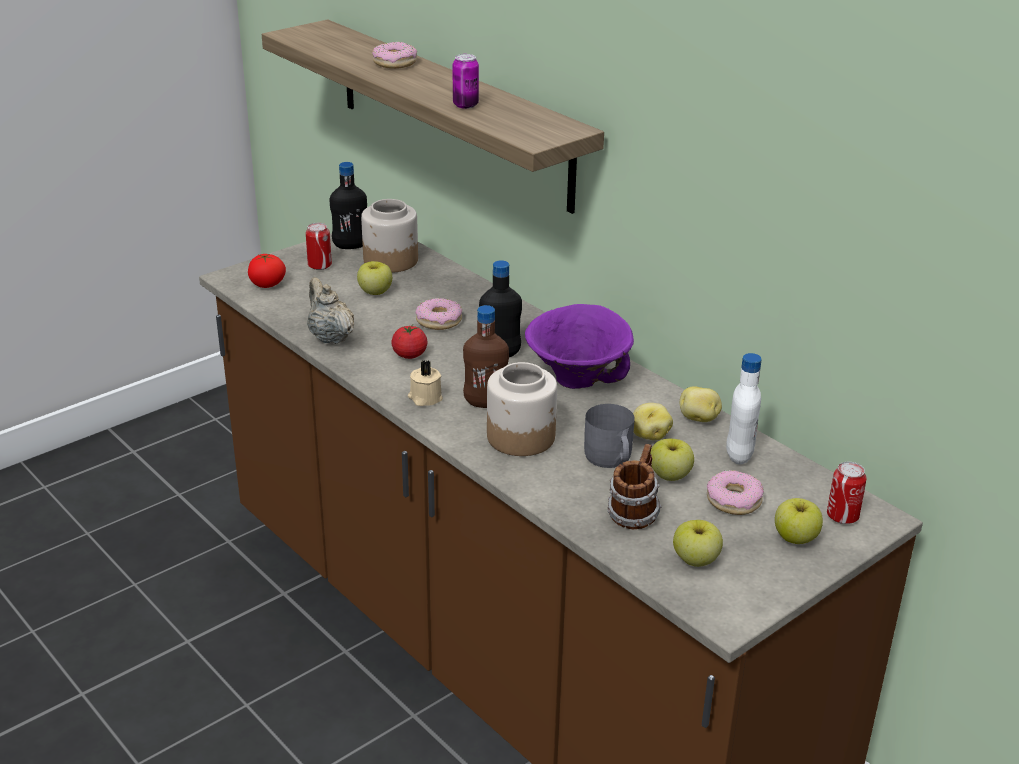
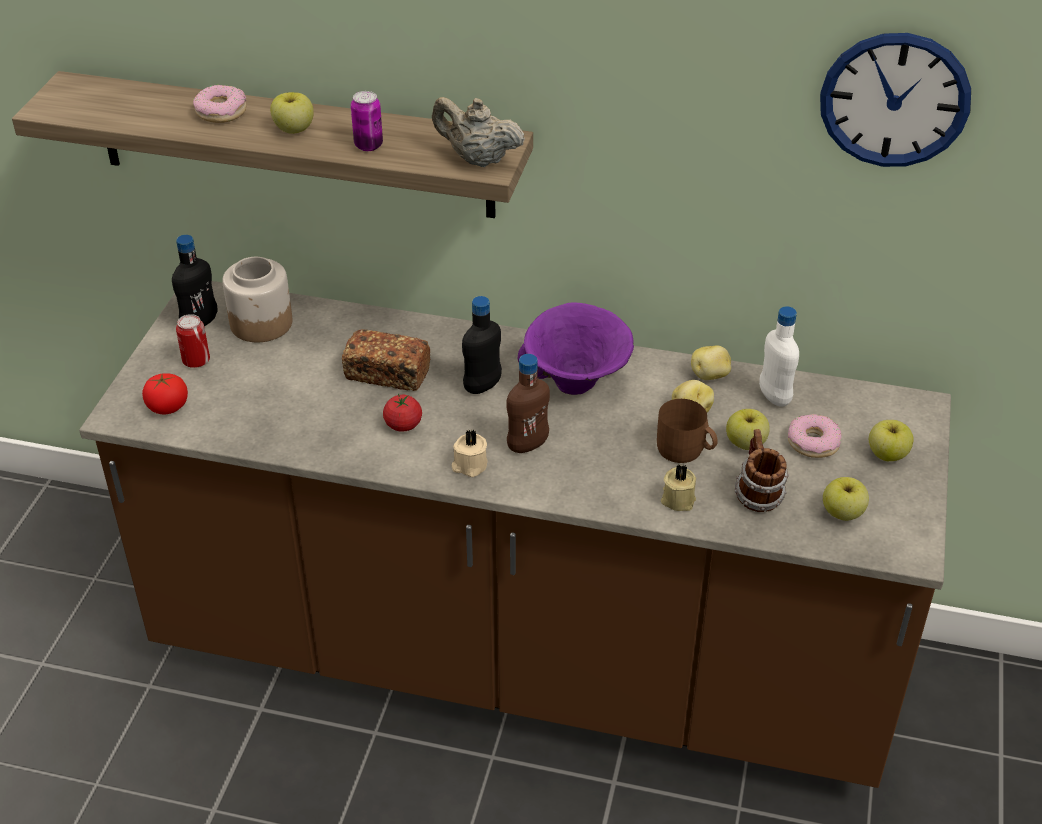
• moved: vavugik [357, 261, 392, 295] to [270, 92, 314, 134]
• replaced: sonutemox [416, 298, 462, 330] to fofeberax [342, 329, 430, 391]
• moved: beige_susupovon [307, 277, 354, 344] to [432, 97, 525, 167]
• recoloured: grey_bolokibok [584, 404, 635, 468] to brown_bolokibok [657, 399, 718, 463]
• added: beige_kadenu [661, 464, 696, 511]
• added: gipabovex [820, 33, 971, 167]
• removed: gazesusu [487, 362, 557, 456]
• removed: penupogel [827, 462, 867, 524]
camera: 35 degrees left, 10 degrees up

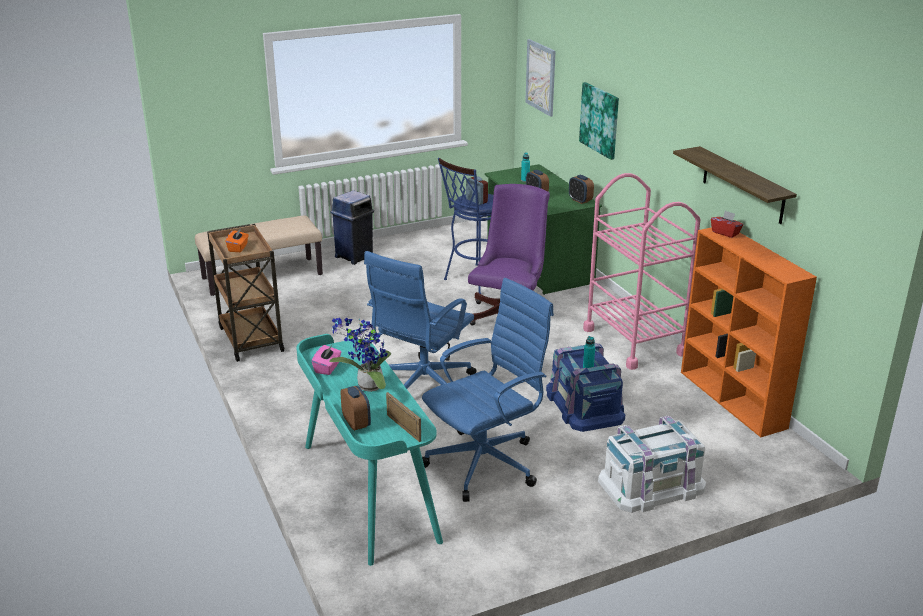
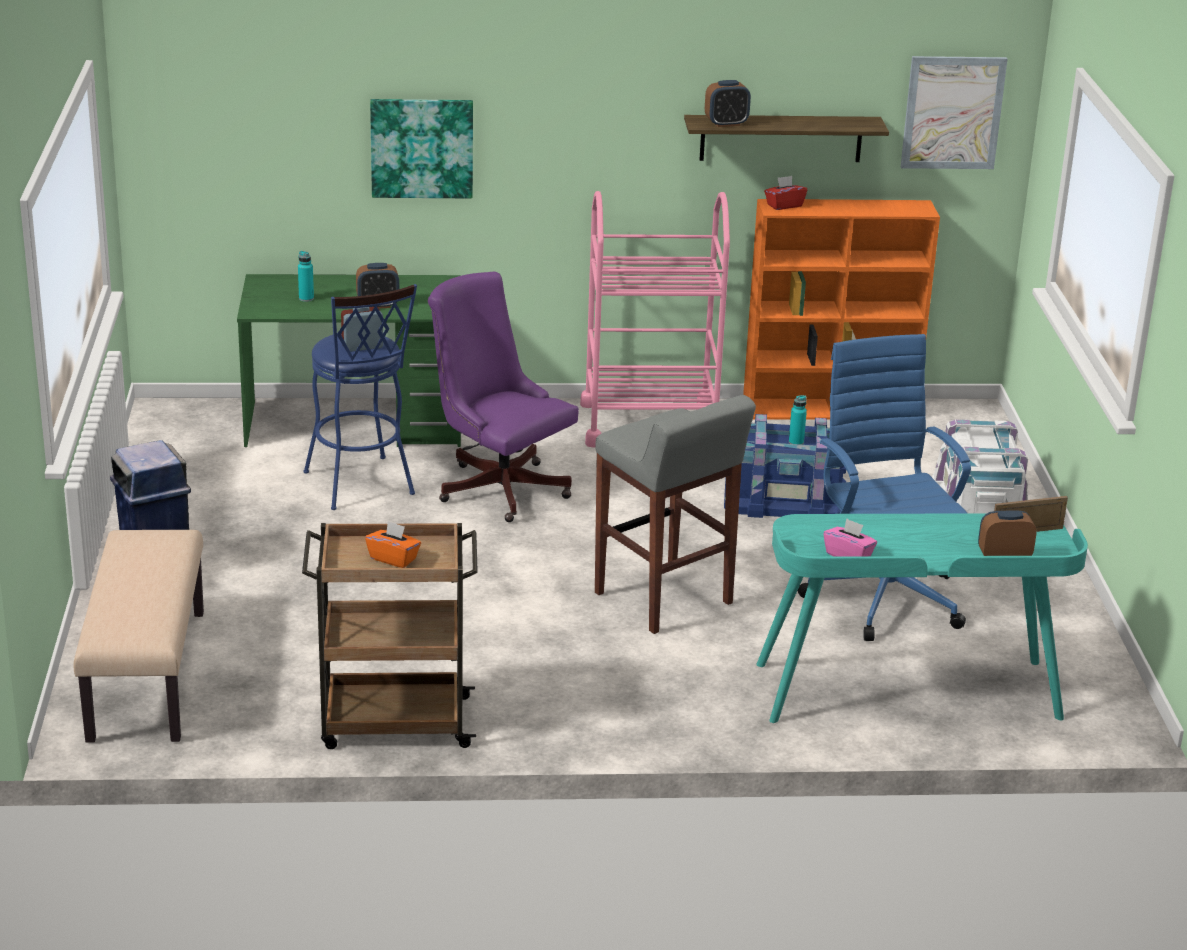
• replaced: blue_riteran [364, 251, 476, 389] to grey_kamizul [595, 395, 756, 634]
• moved: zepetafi [569, 175, 594, 204] to [705, 80, 751, 127]
• moved: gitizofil [525, 39, 555, 117] to [901, 56, 1008, 169]
• removed: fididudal [329, 318, 391, 392]
camera: 70 degrees left, 0 degrees up

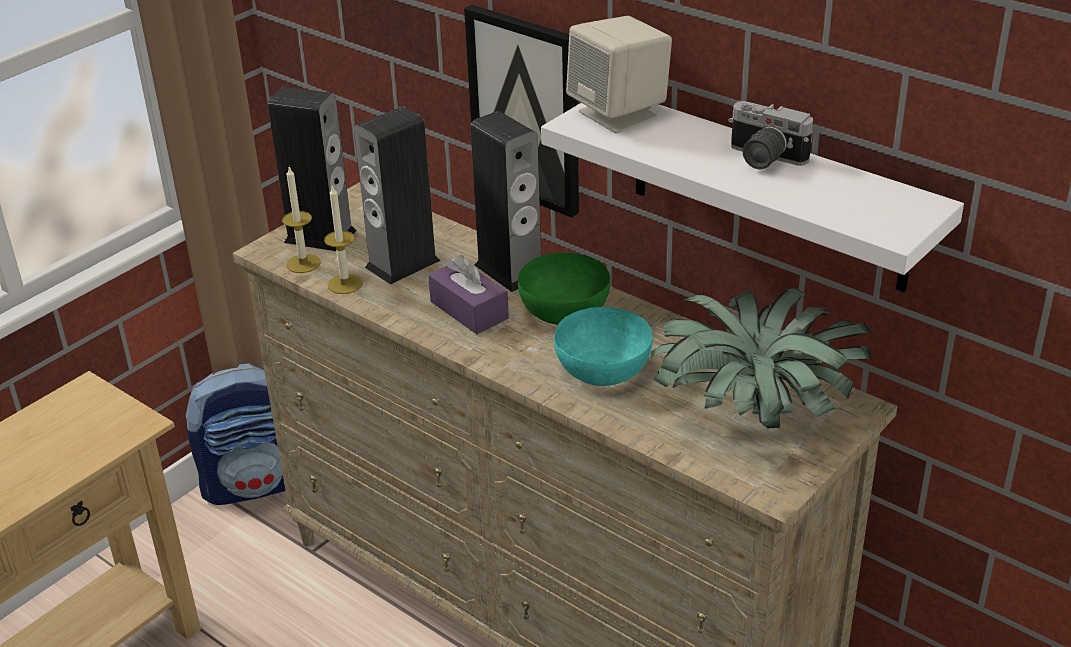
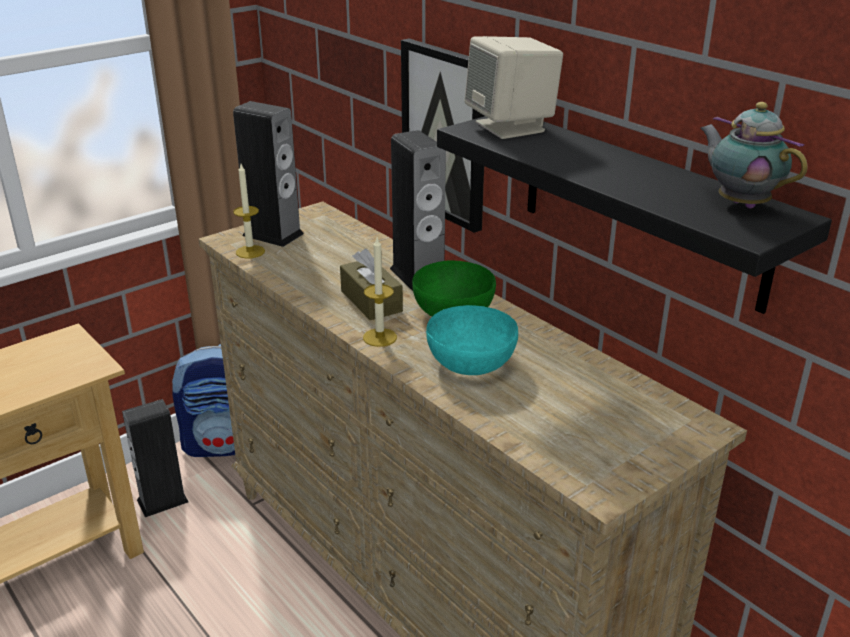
• moved: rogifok [354, 106, 441, 285] to [122, 399, 189, 517]
• recoloured: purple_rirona [428, 255, 509, 334] to brown_rirona [340, 249, 403, 320]
• moved: kadenu [324, 184, 363, 294] to [363, 238, 397, 347]
• recoloured: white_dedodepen [541, 103, 964, 293] to black_dedodepen [437, 116, 832, 314]
• added: susupovon [700, 102, 808, 208]
• removed: fididudal [651, 288, 873, 428]
• removed: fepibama [728, 101, 813, 170]
camera: 10 degrees right, 5 degrees down

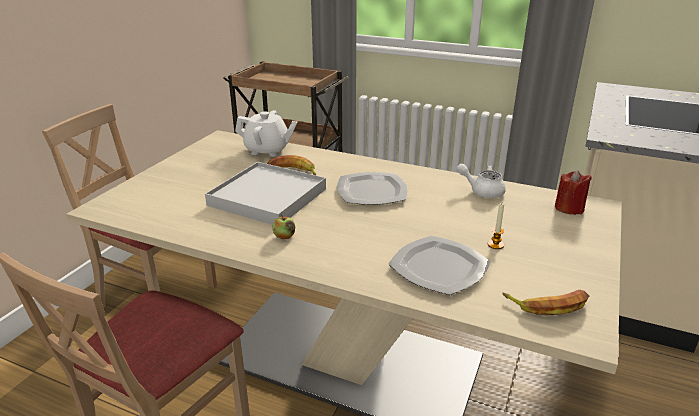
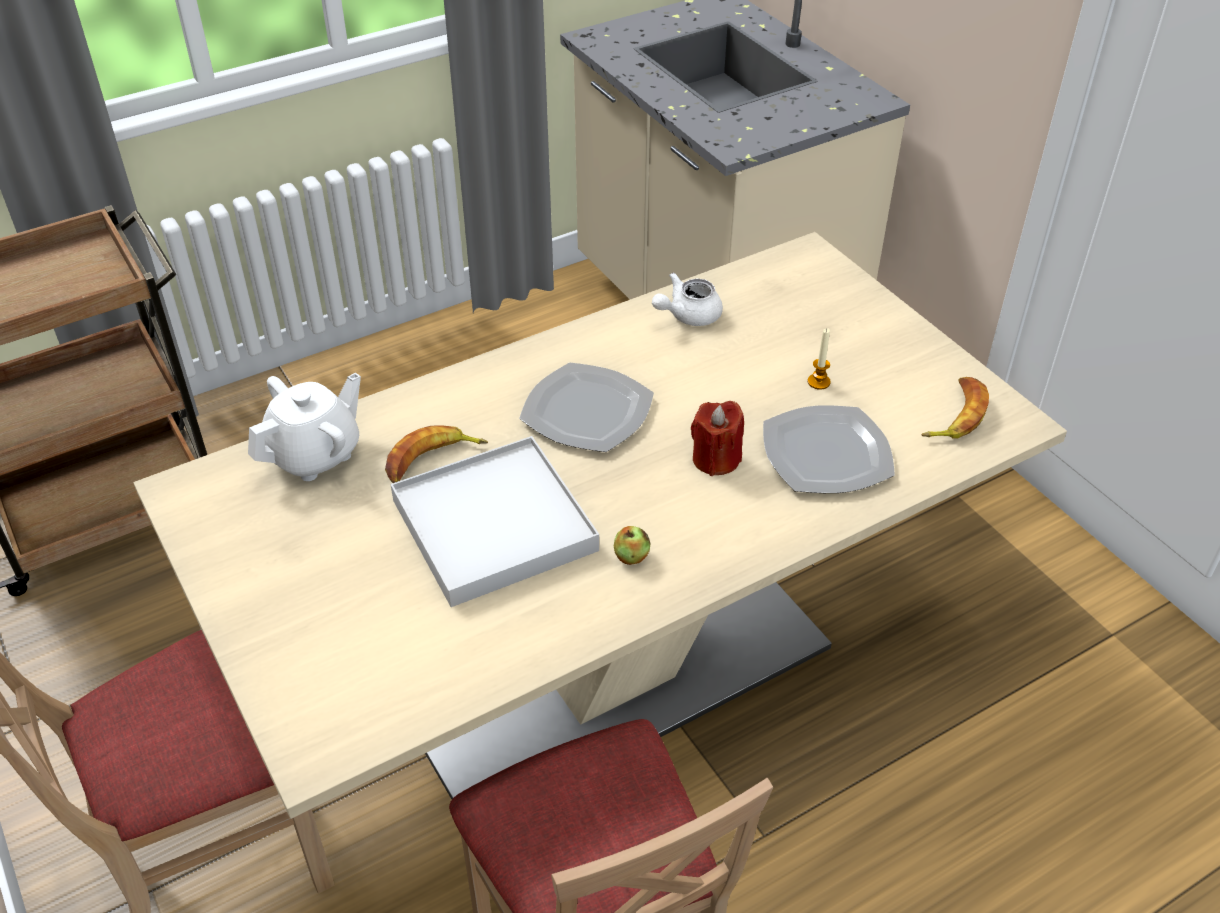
• moved: red_kadenu [555, 170, 592, 215] to [691, 401, 744, 476]
camera: 55 degrees left, 15 degrees up

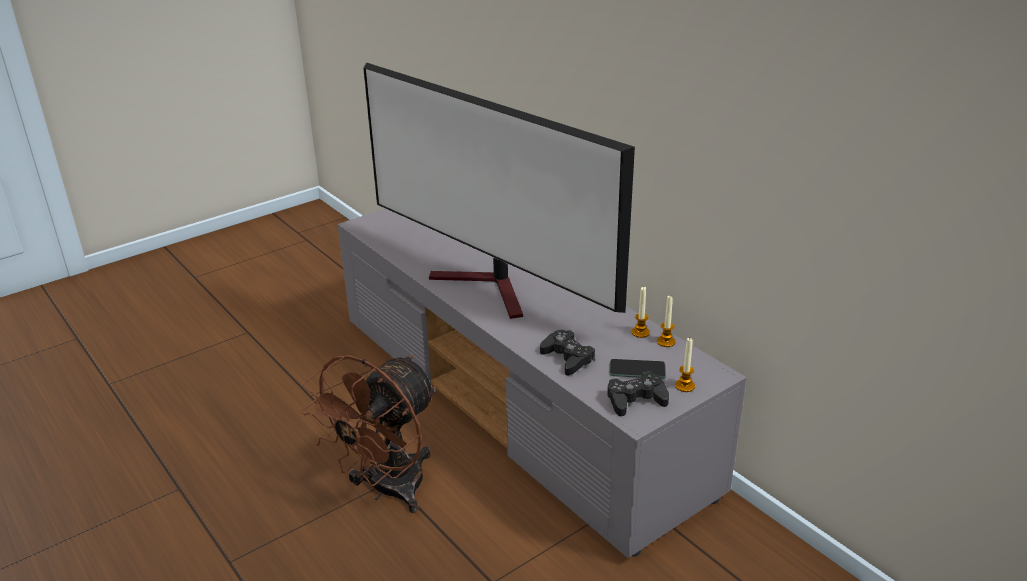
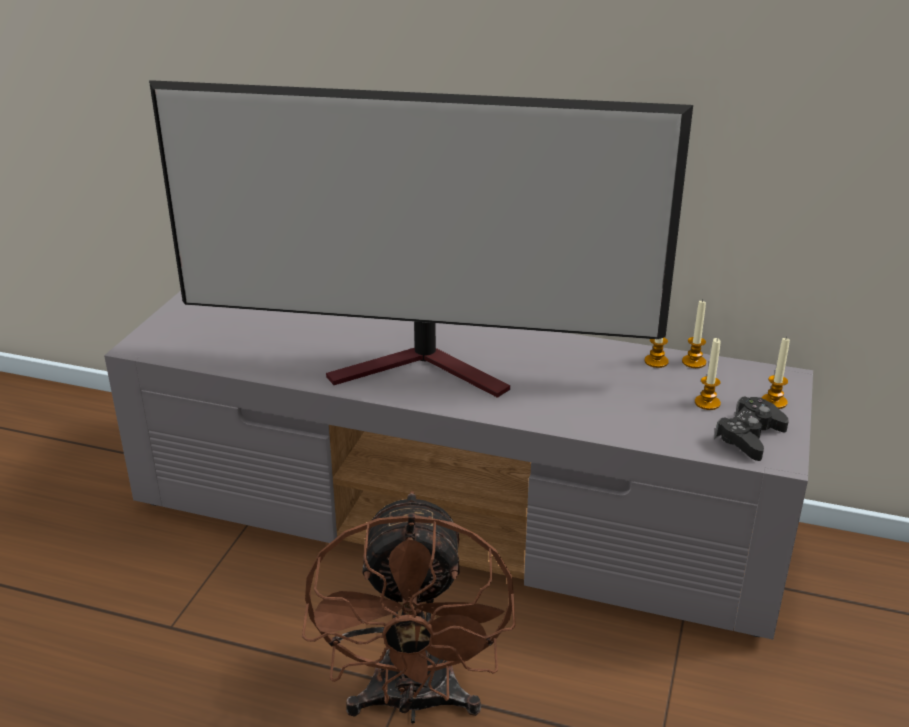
• replaced: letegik [610, 359, 666, 379] to kadenu [695, 338, 721, 410]
• removed: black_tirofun [540, 330, 595, 376]
camera: 35 degrees left, 0 degrees up

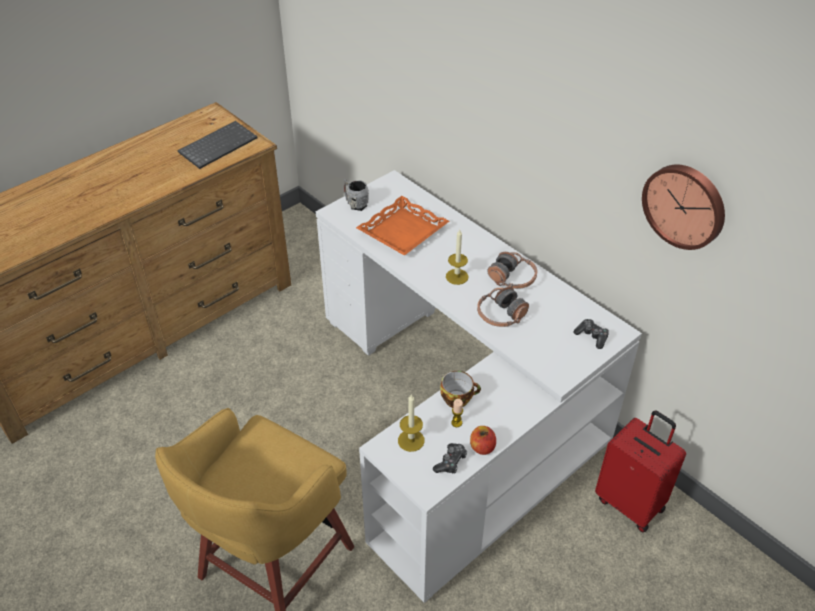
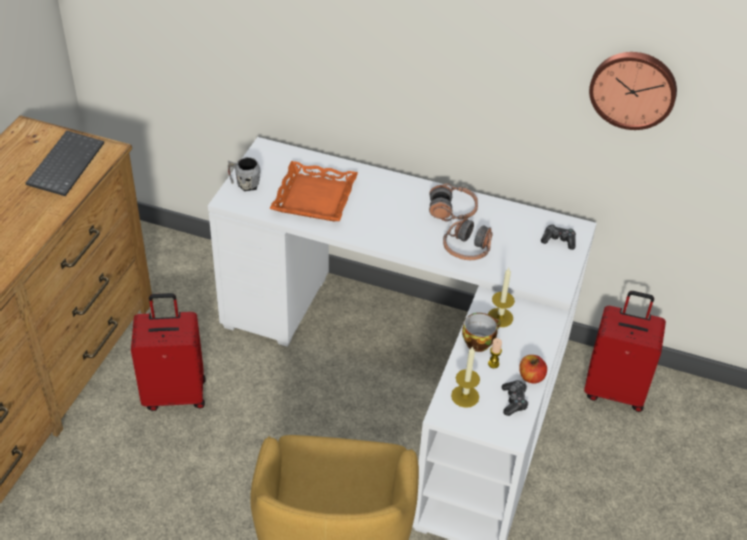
• added: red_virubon [131, 293, 206, 411]
• moved: kadenu [446, 230, 469, 285] to [488, 268, 515, 327]
camera: 30 degrees left, 0 degrees up

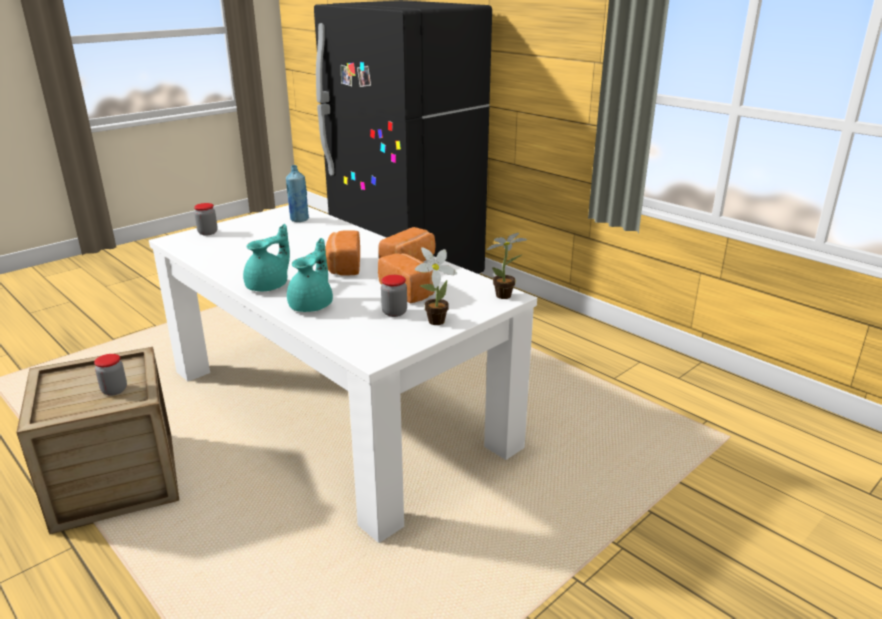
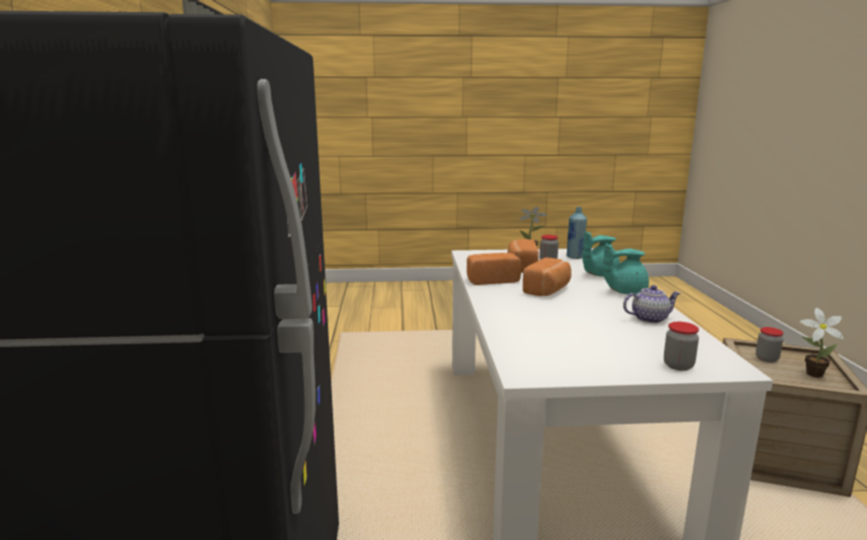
• moved: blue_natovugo [286, 165, 309, 222] to [566, 207, 587, 259]
• added: susupovon [623, 285, 681, 323]
• moved: fididudal [487, 233, 528, 299] to [799, 308, 844, 378]
camera: 140 degrees left, 10 degrees down

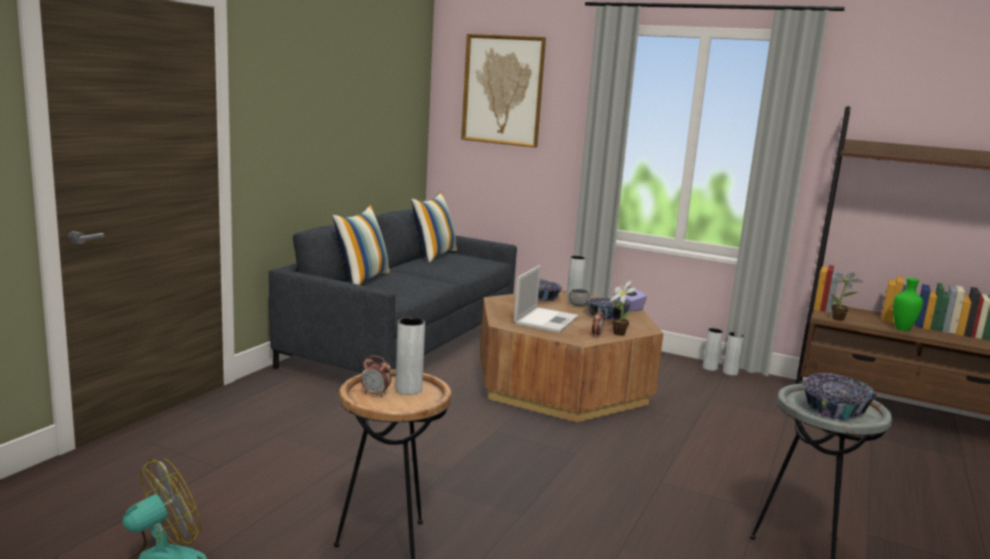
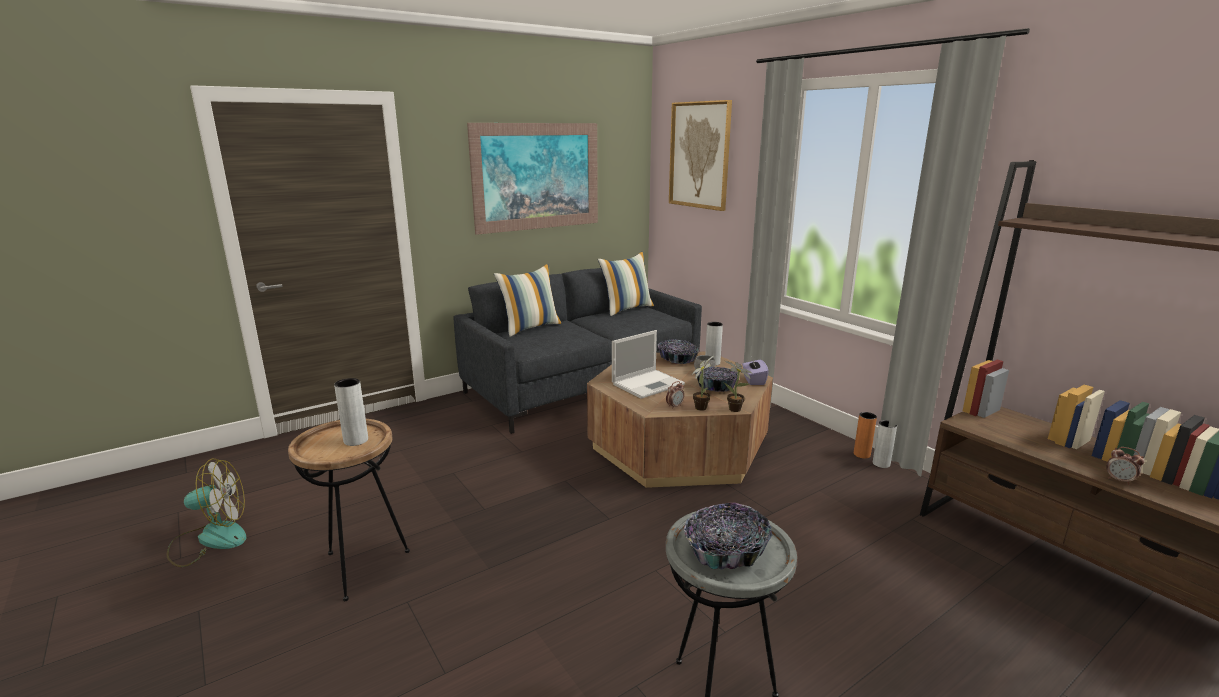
• added: gitizofil [467, 123, 598, 235]
• moved: fididudal [831, 273, 863, 321] to [724, 361, 753, 412]
• recoloured: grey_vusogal [703, 328, 723, 371] to orange_vusogal [854, 412, 877, 458]
• moved: zepetafi [361, 355, 391, 397] to [1106, 447, 1145, 485]
• removed: green_vusogal [893, 278, 923, 331]
camera: 30 degrees right, 5 degrees up

